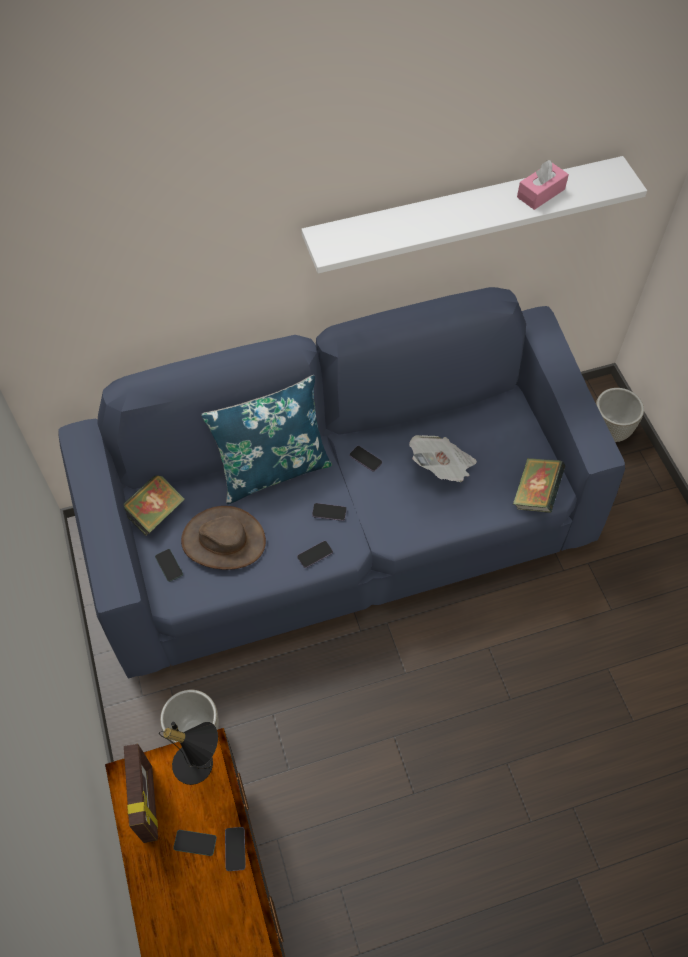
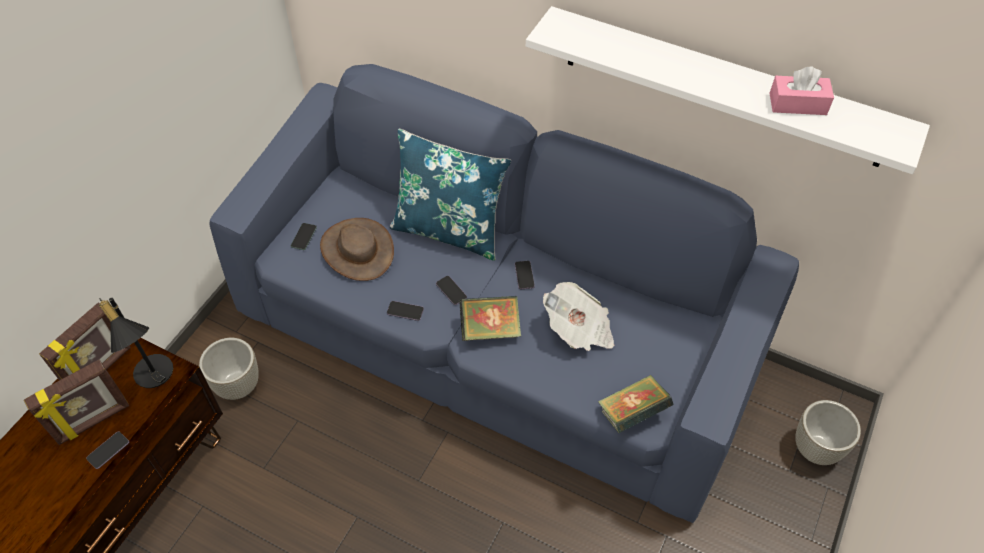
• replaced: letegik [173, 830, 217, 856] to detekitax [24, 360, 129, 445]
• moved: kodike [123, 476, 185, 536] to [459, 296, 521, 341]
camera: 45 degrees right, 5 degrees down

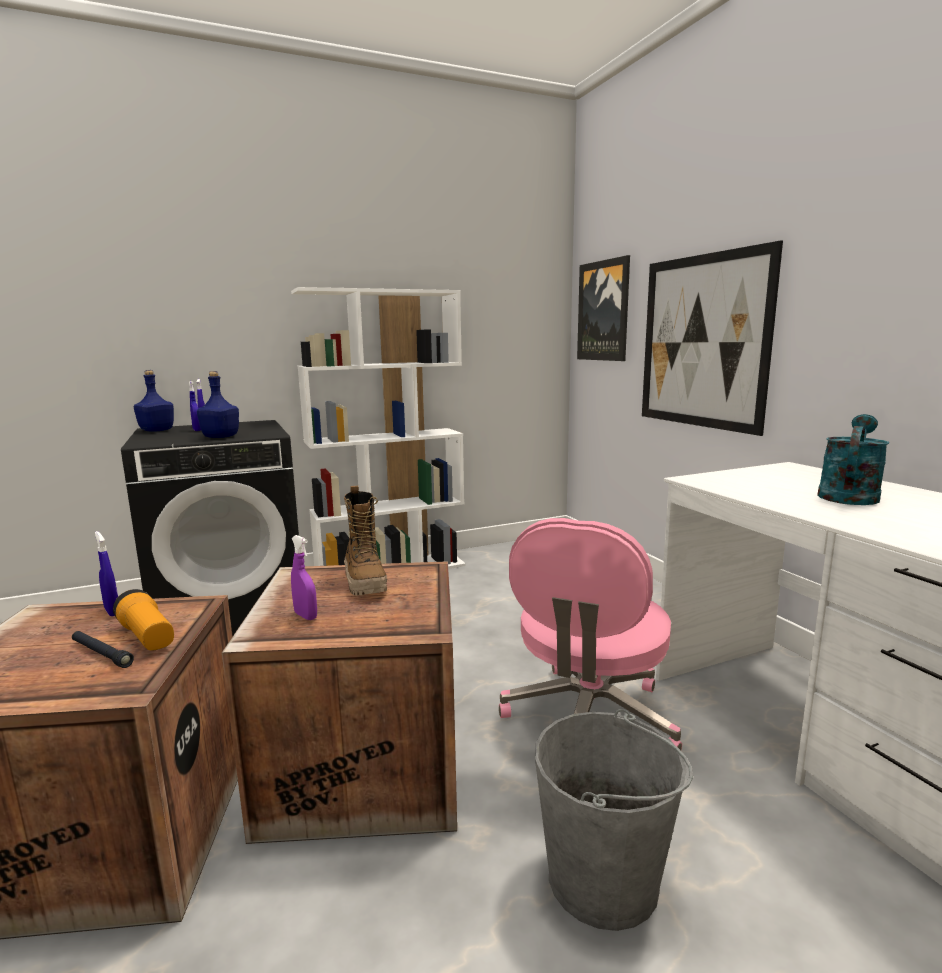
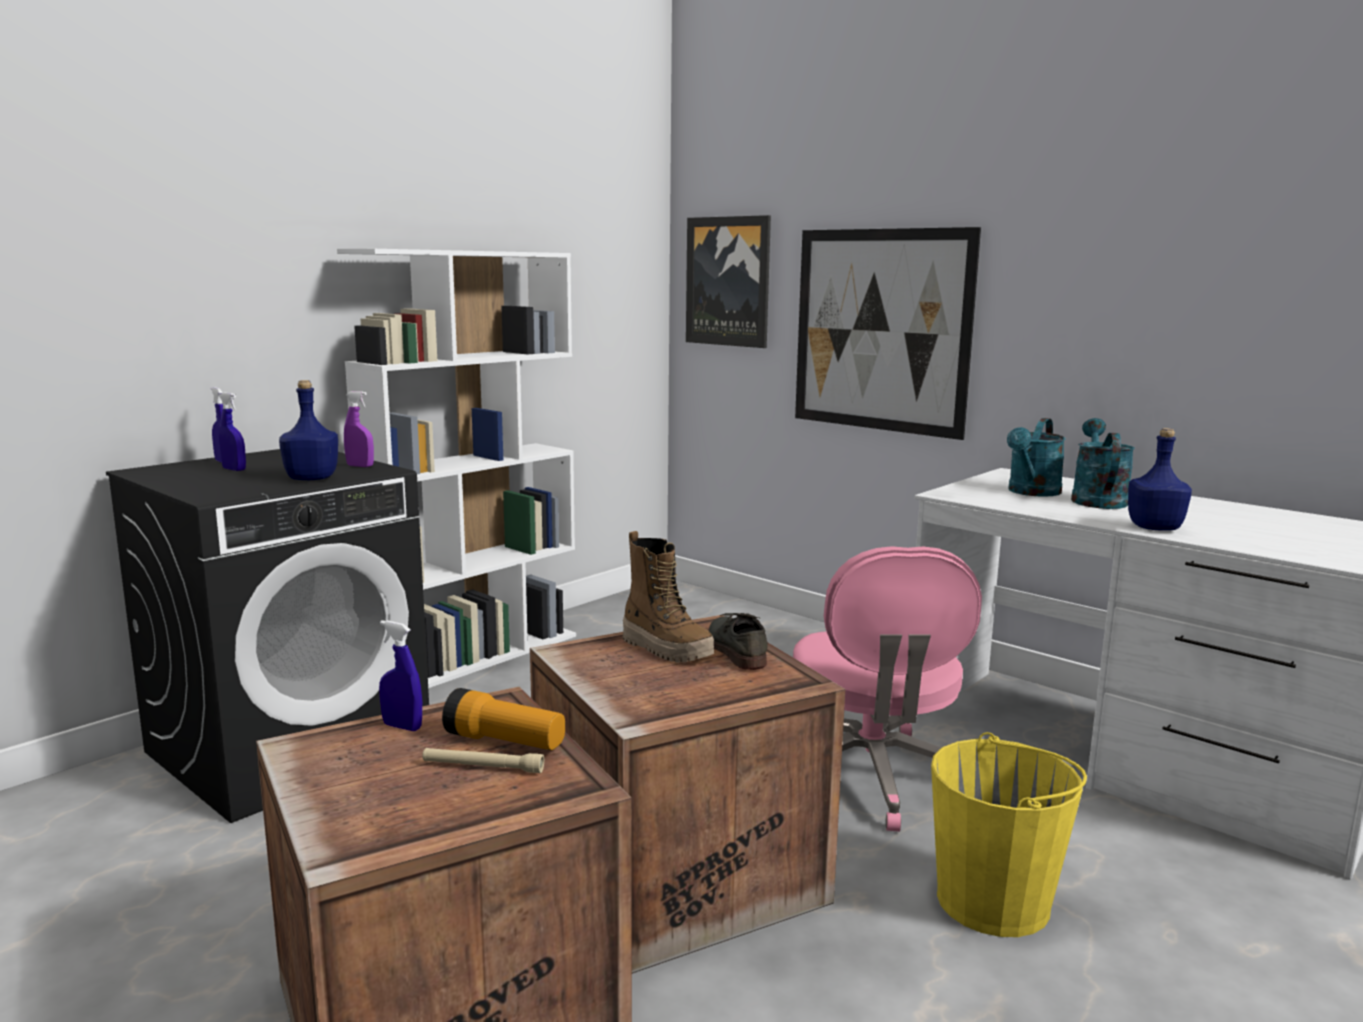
• moved: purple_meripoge [291, 535, 317, 620] to [344, 391, 374, 467]
• recoloured: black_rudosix [72, 631, 134, 668] to beige_rudosix [422, 748, 544, 773]
• added: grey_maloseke [708, 613, 768, 670]
• recoloured: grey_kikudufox [535, 709, 693, 931] to yellow_kikudufox [931, 732, 1087, 937]
• added: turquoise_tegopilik [1007, 418, 1066, 497]
• moved: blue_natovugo [134, 370, 174, 432] to [1128, 428, 1192, 531]
camera: 25 degrees left, 0 degrees up

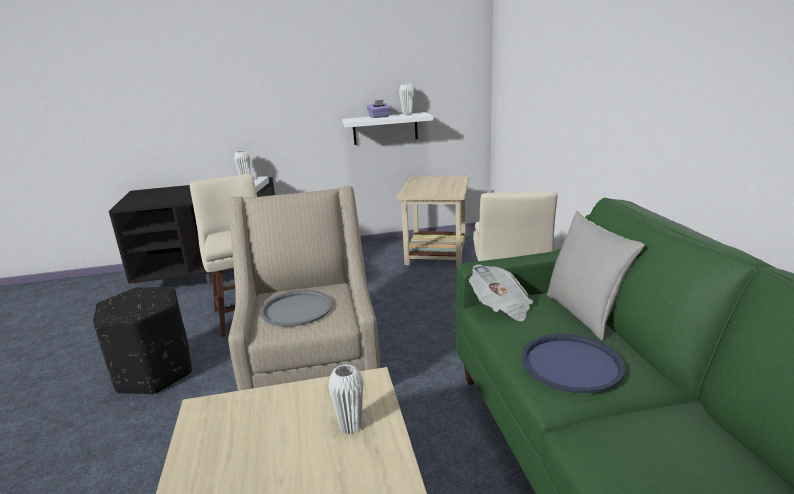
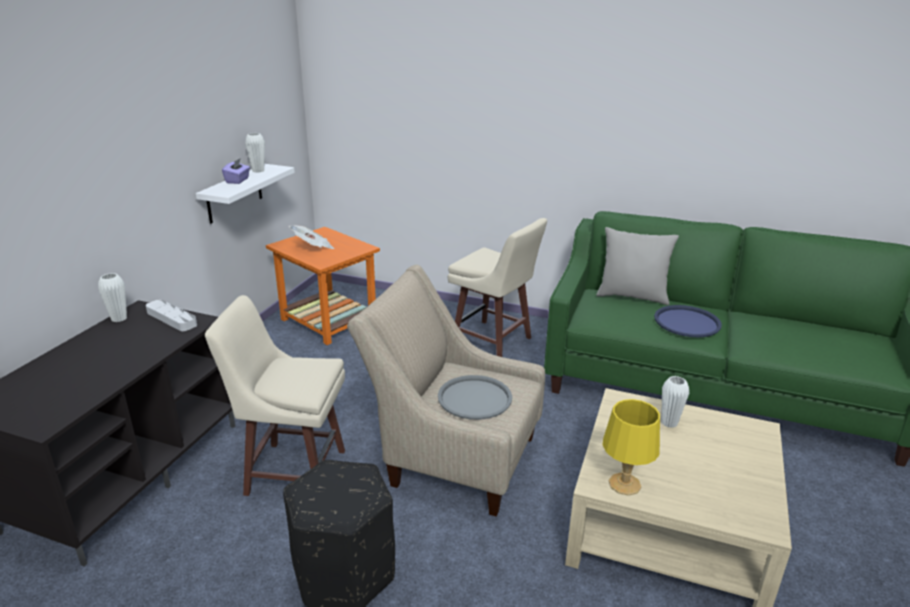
• recoloured: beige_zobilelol [396, 176, 469, 267] to orange_zobilelol [266, 227, 380, 345]
• moved: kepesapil [469, 264, 533, 321] to [289, 225, 335, 249]
• added: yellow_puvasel [602, 399, 660, 496]
camera: 60 degrees left, 5 degrees up

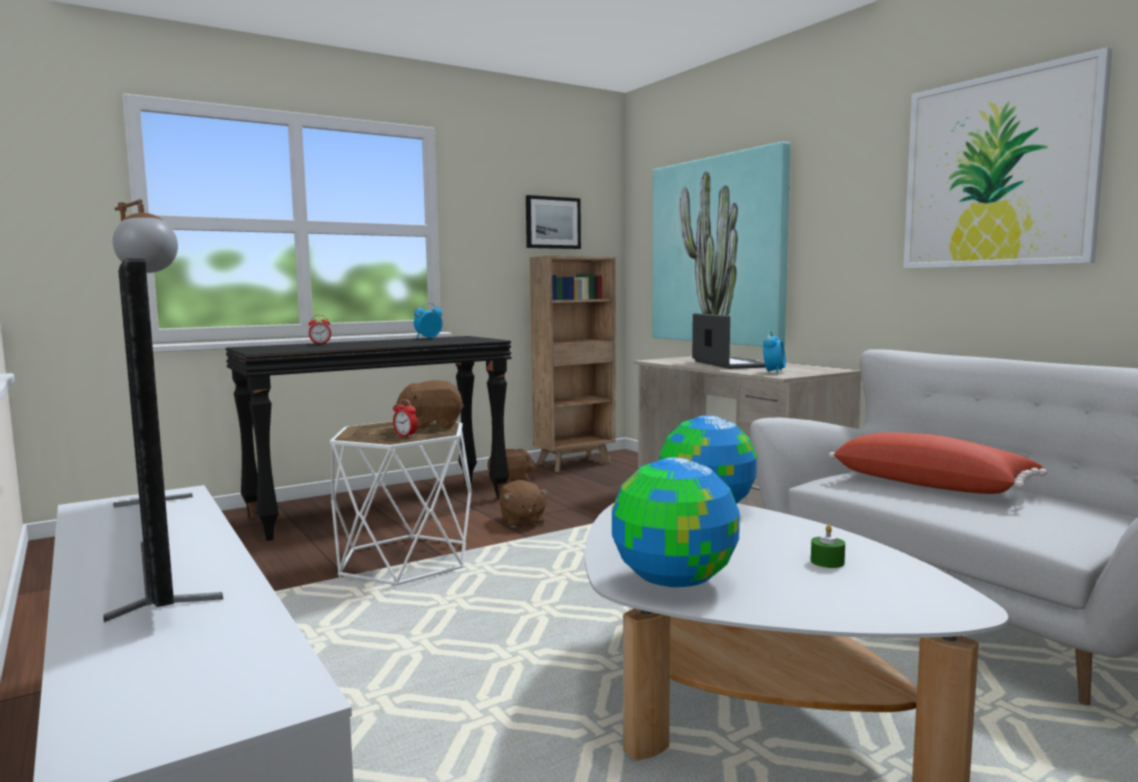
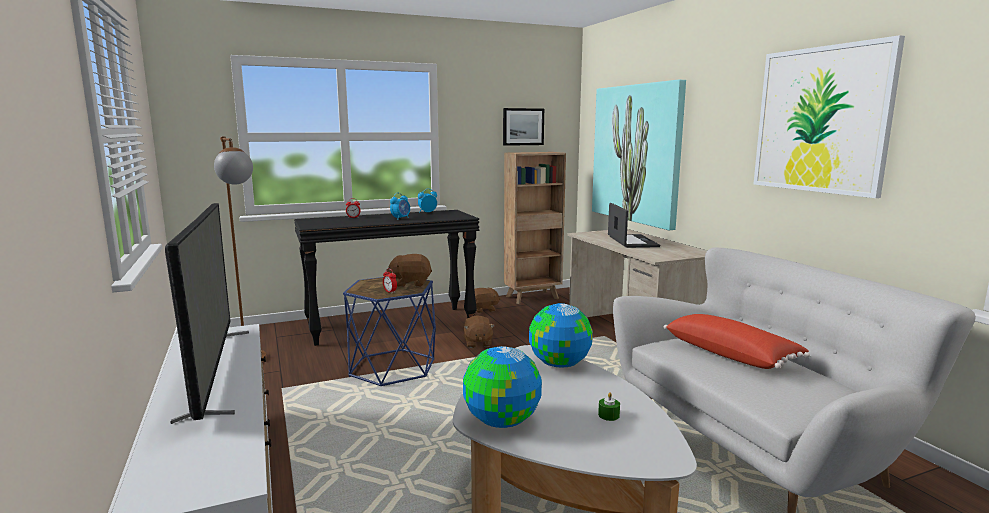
• recoloured: white_zobilelol [330, 421, 472, 585] to blue_zobilelol [343, 277, 436, 386]
• moved: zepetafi [763, 330, 786, 374] to [390, 193, 410, 220]
camera: 10 degrees right, 5 degrees up

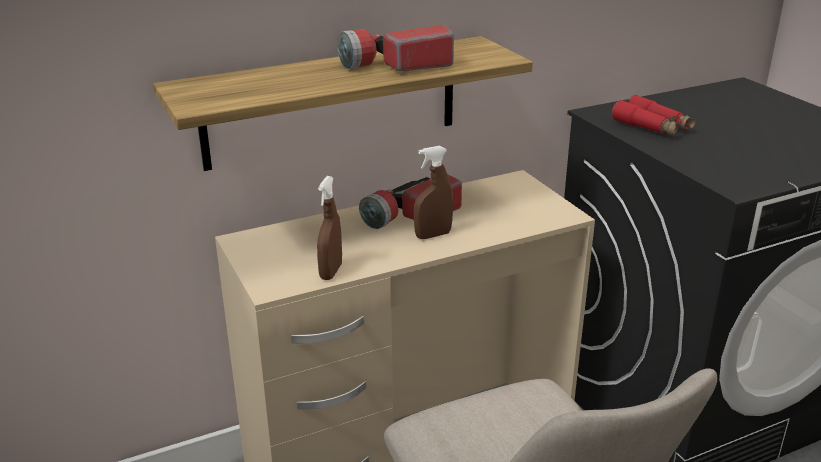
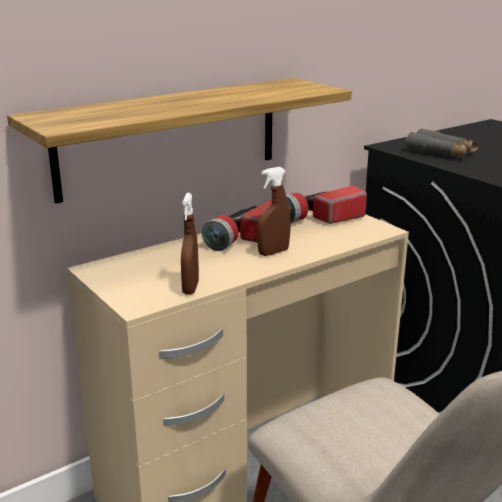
• moved: rudosix [337, 25, 454, 71] to [286, 186, 367, 224]
• recoloured: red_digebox [612, 95, 696, 135] to grey_digebox [406, 128, 478, 156]
camera: 10 degrees left, 5 degrees down

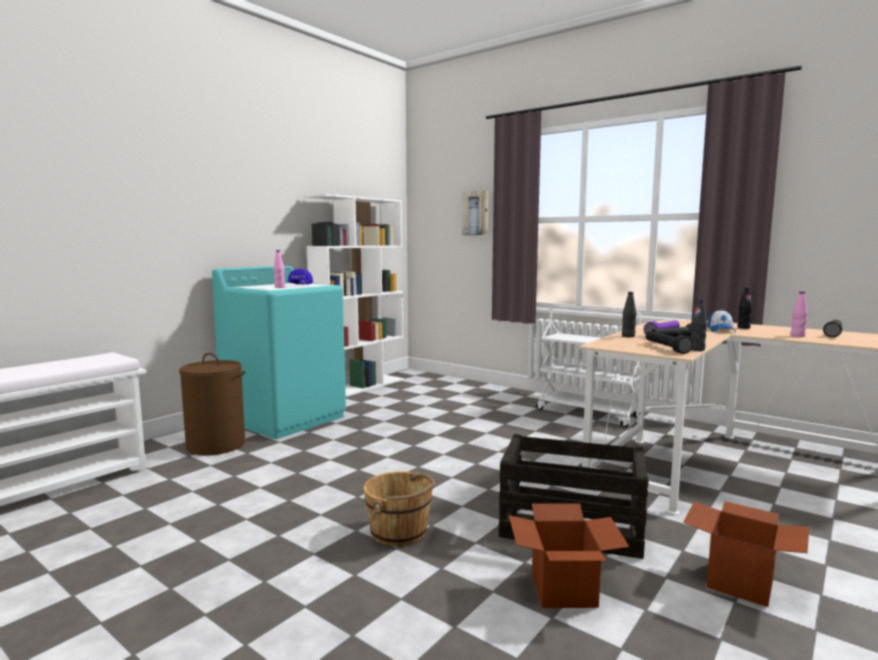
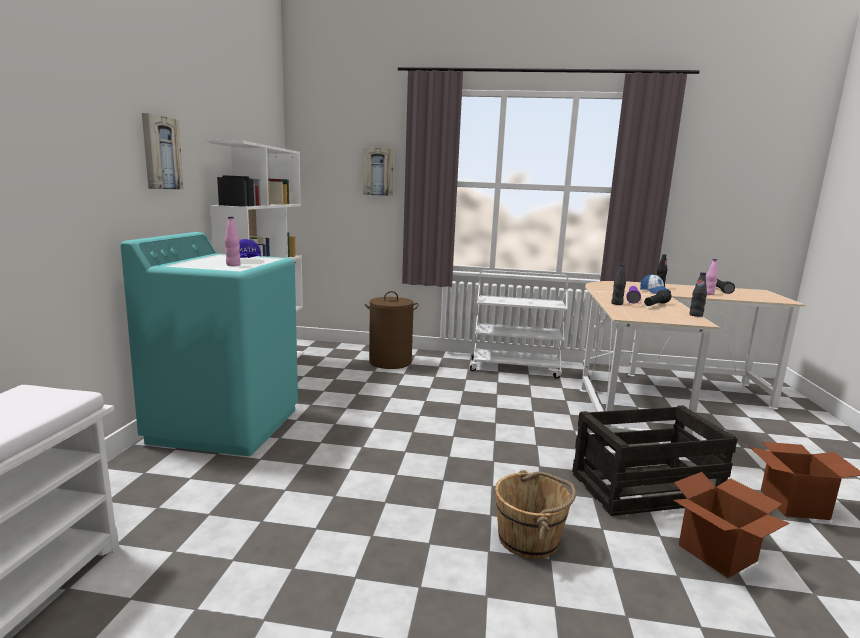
• added: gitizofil [142, 113, 183, 189]
• moved: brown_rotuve [179, 353, 245, 456] to [364, 291, 419, 369]
• removed: black_rudosix [646, 331, 693, 354]
camera: 30 degrees left, 5 degrees up

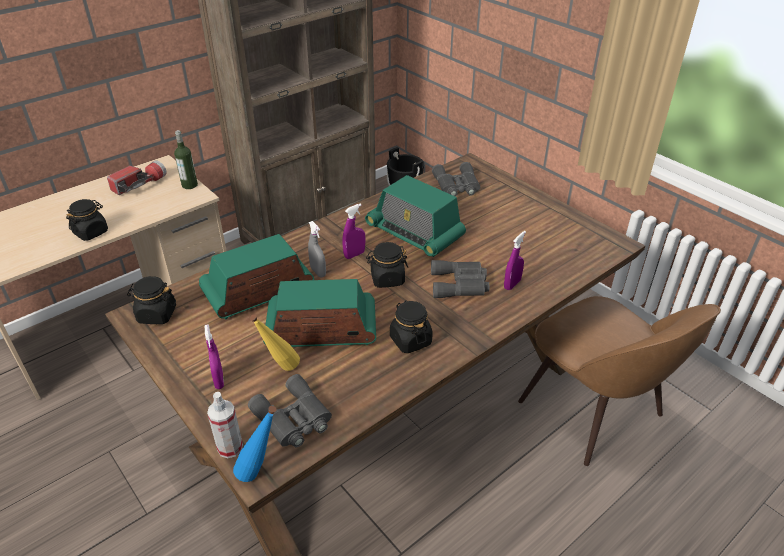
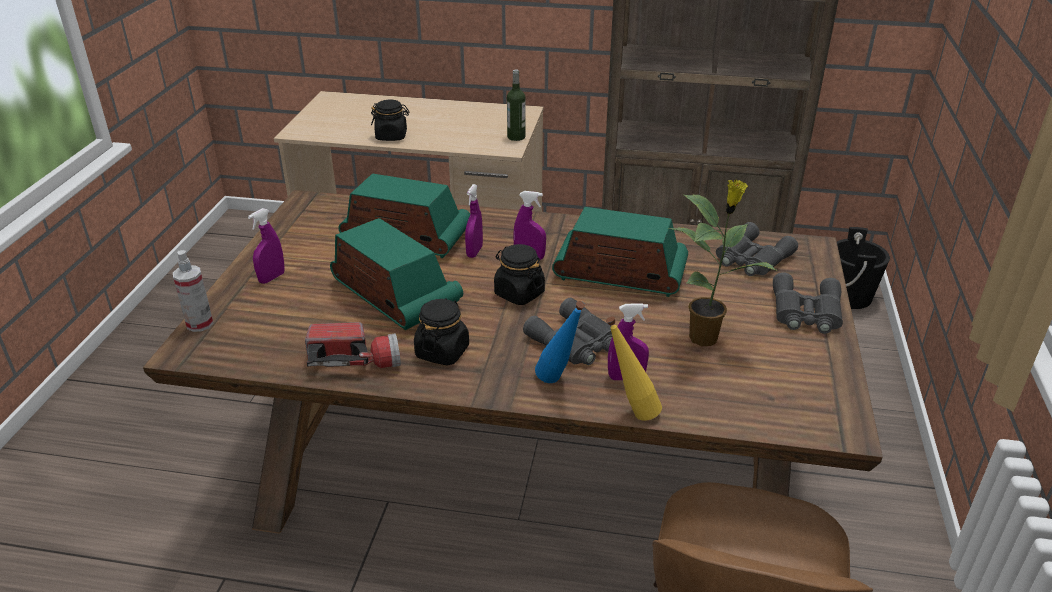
• moved: rudosix [107, 160, 167, 195] to [305, 322, 401, 368]
• recoloured: grey_meripoge [308, 221, 326, 277] to purple_meripoge [465, 184, 483, 258]
• moved: blue_natovugo [233, 406, 277, 482] to [535, 301, 585, 383]
• turned: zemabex [365, 175, 466, 257] = [552, 207, 688, 297] 105 degrees clockwise
• moved: yellow_natovugo [250, 315, 300, 371] to [606, 317, 662, 421]
• added: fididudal [669, 179, 778, 346]
• moved: grey_digebox [248, 374, 332, 448] to [773, 272, 843, 334]
• removed: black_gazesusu [127, 276, 176, 324]
camera: 50 degrees right, 5 degrees down

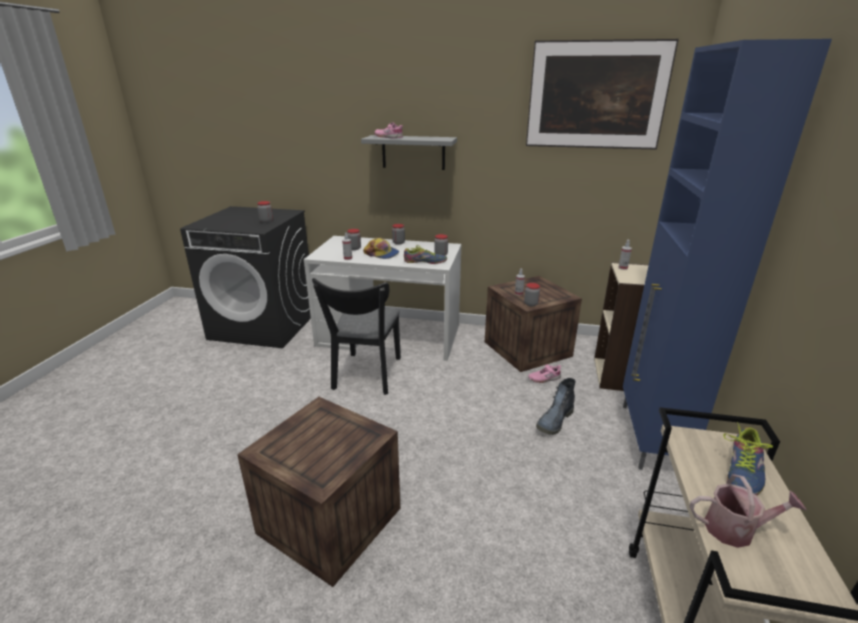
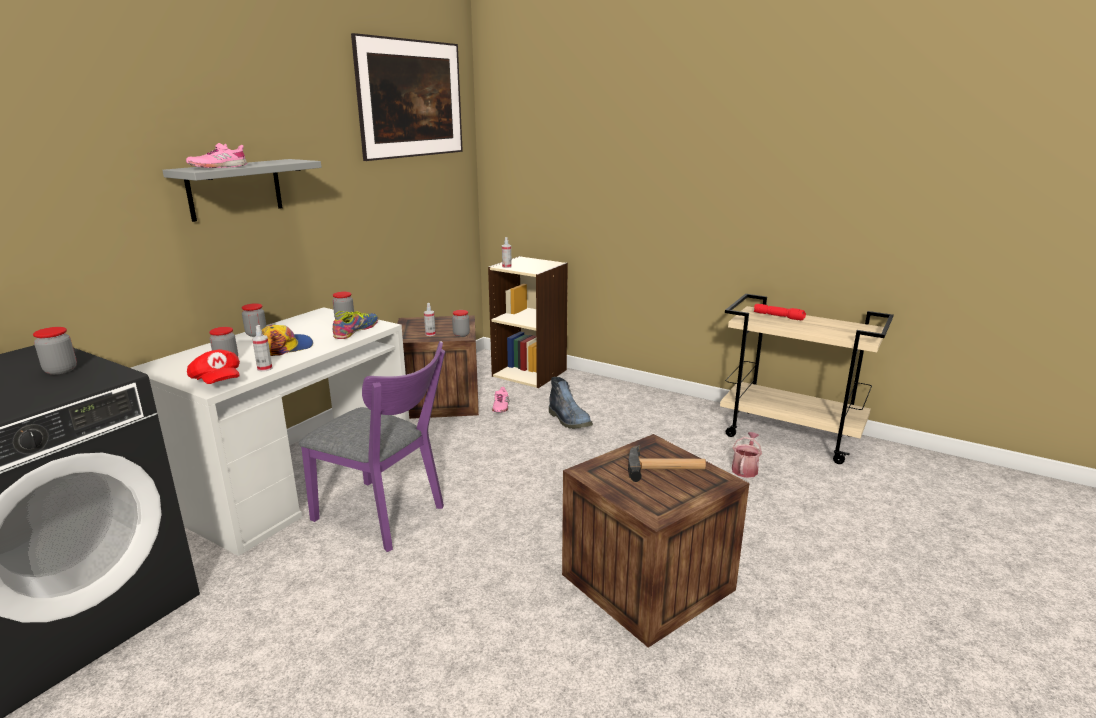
• added: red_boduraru [187, 349, 240, 384]
• recoloured: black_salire [312, 278, 401, 395] to purple_salire [299, 341, 445, 552]
• added: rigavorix [628, 445, 706, 482]
• moved: tegopilik [690, 474, 807, 548] to [732, 432, 762, 478]
• replaced: maloseke [723, 422, 773, 496] to red_rudosix [754, 304, 806, 321]
• removed: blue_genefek [623, 39, 832, 470]
camera: 70 degrees left, 5 degrees down

